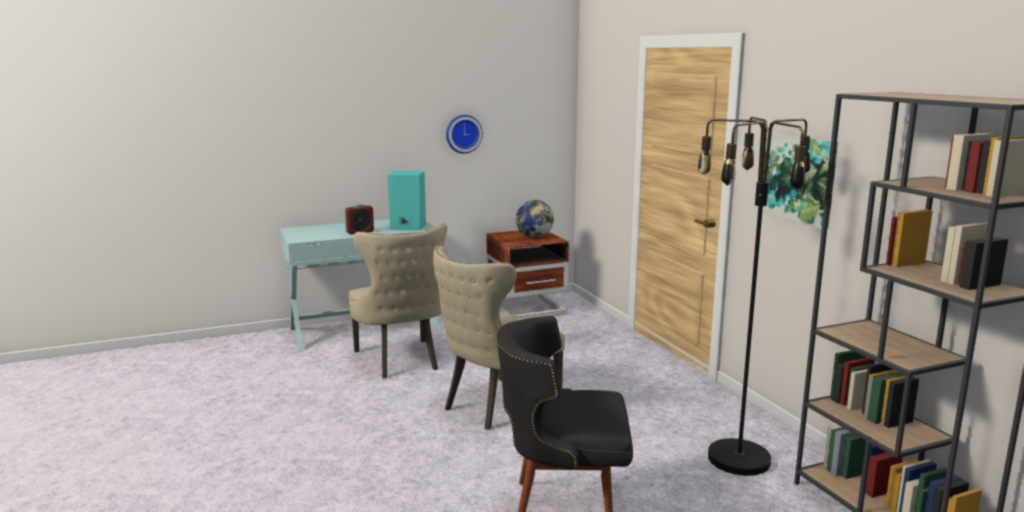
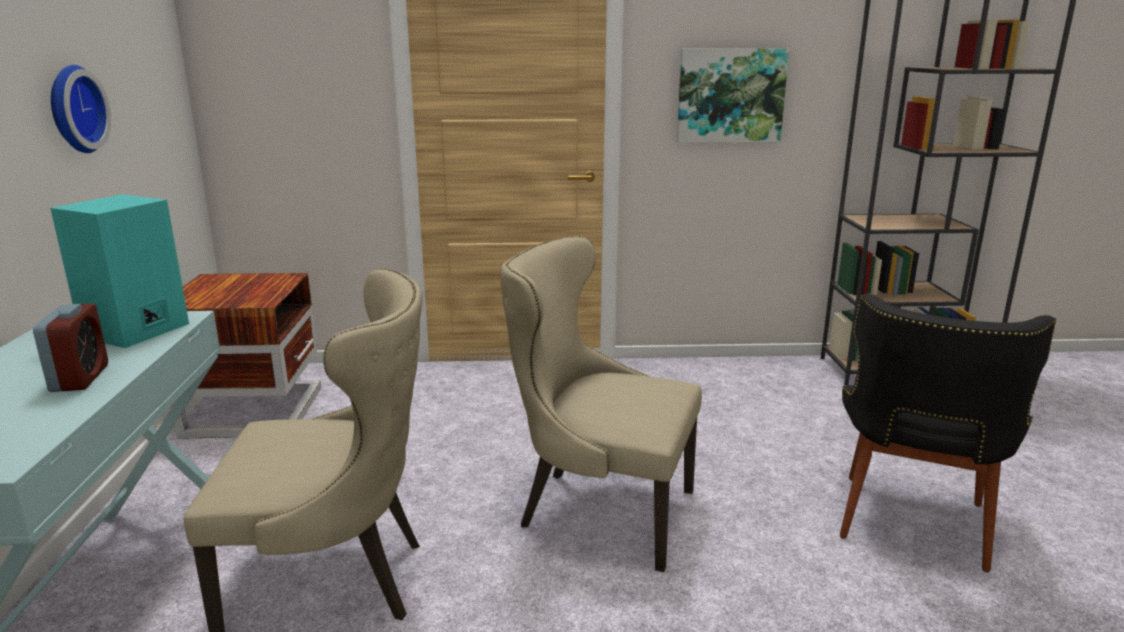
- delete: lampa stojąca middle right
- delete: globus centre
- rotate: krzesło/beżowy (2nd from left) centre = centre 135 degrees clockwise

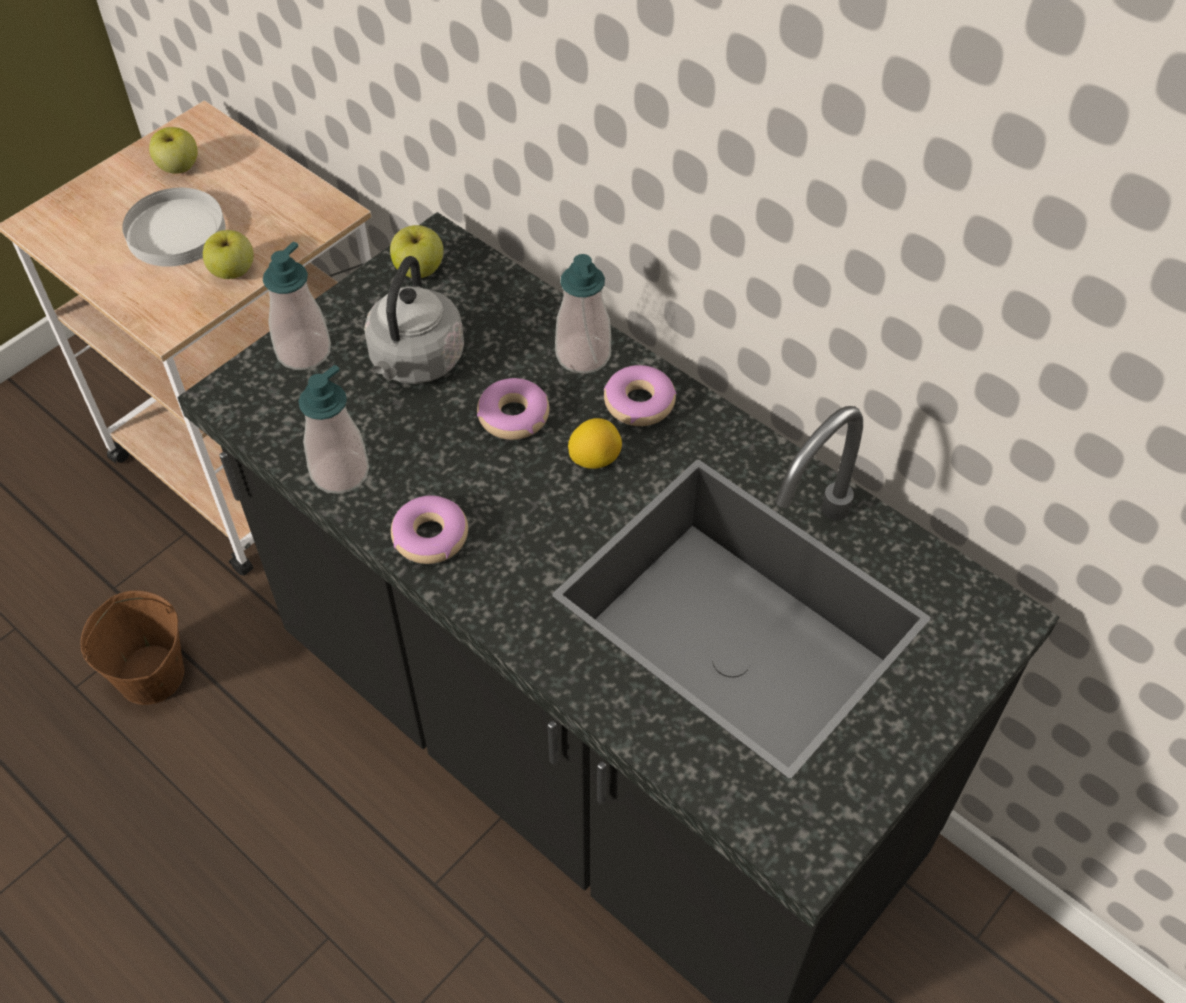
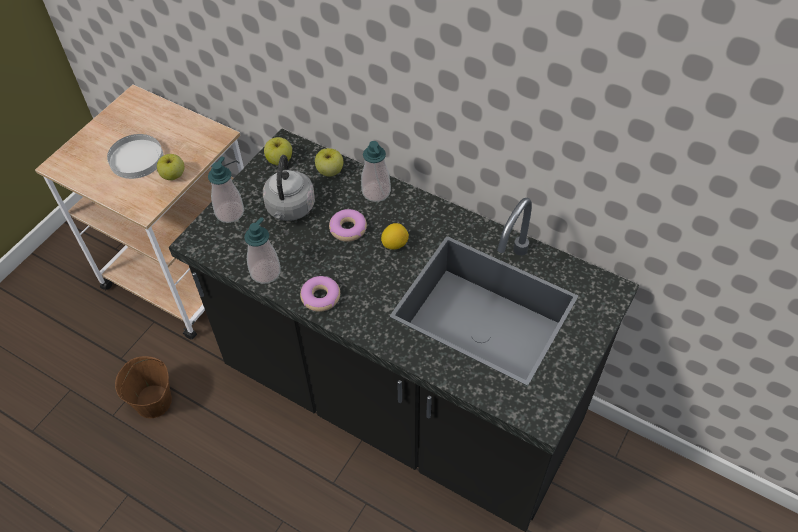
- move: jabłko (1st from left in the first image) top left to jabłko (3rd from left) top centre
- delete: donut (3rd from left) centre

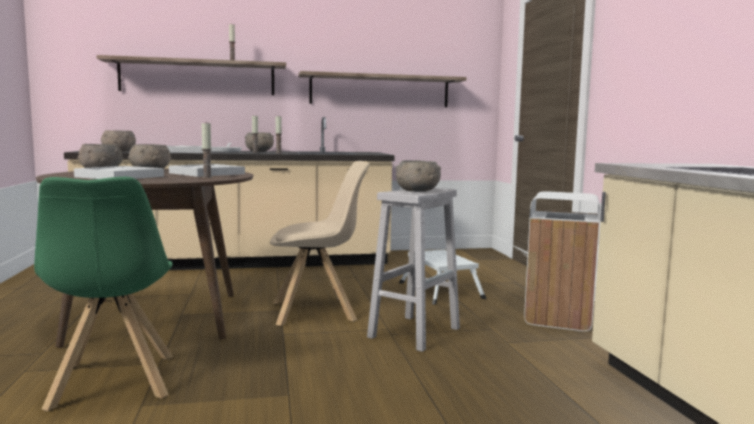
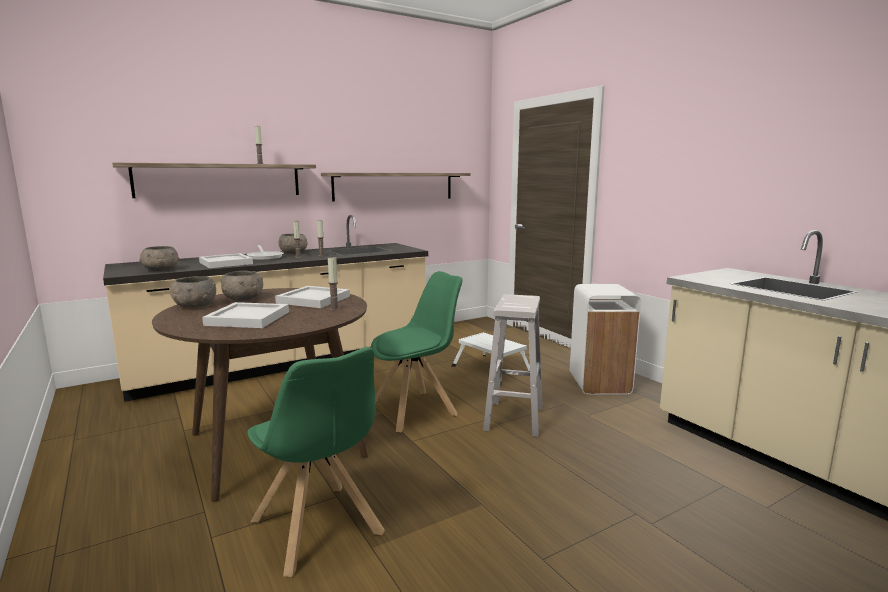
- delete: miska/szary (5th from left) centre
- recolor: krzesło/beżowy centre to krzesło/zielony (2nd from left) centre

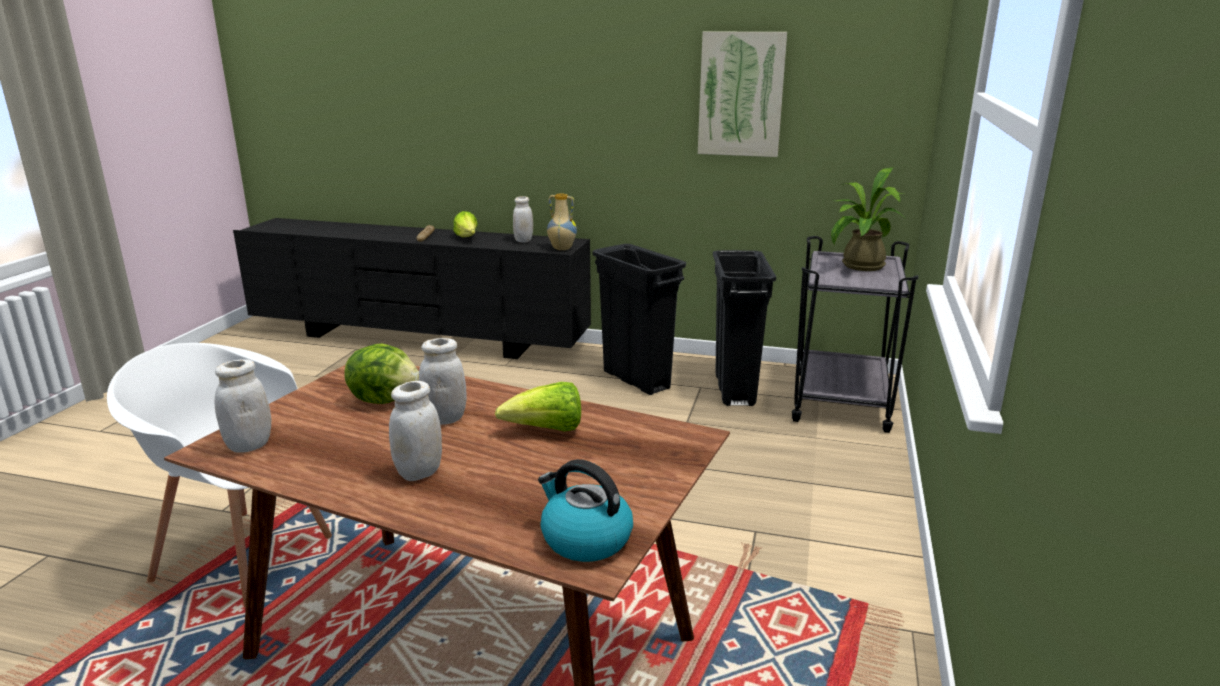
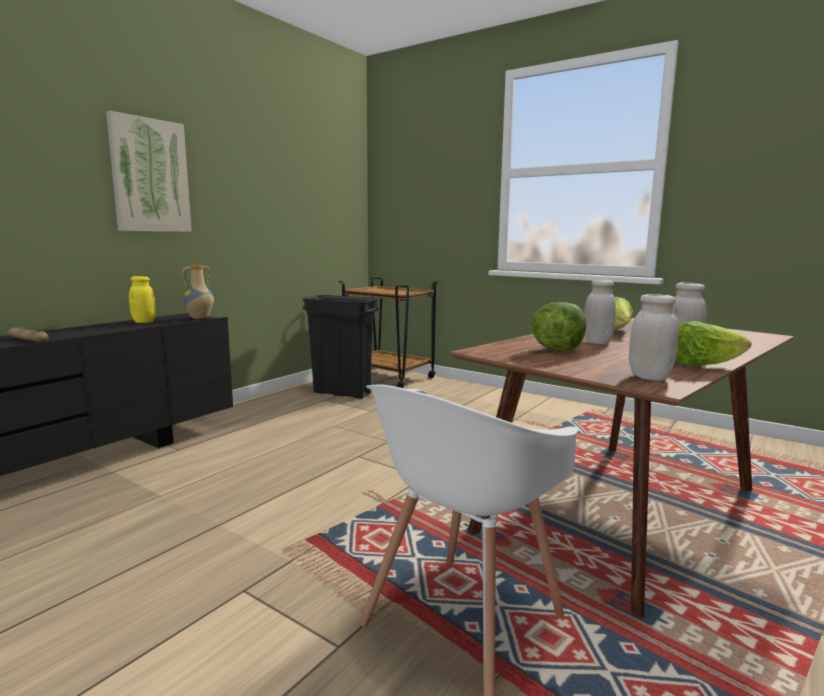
- move: obraz top centre to top left
- delete: roślina doniczkowa top right
- recolor: słoik/biały (4th from left) top centre to słoik/żółty middle left
- move: sałata (2nd from left in the first image) top centre to sałata (3rd from left) middle right
- recolor: wózek/szary middle right to wózek/brązowy centre
- delete: kosz na śmieci/czarny (1st from left) centre
- delete: czajnik bottom centre

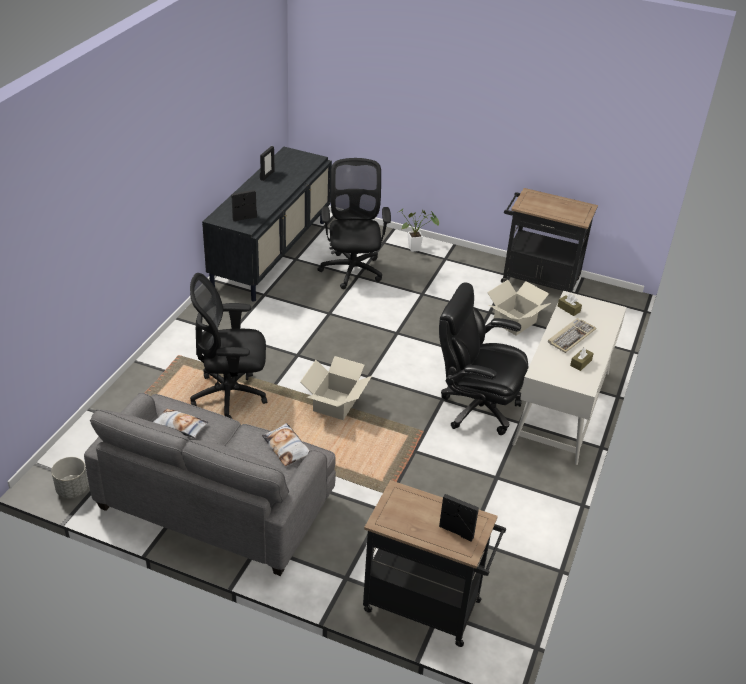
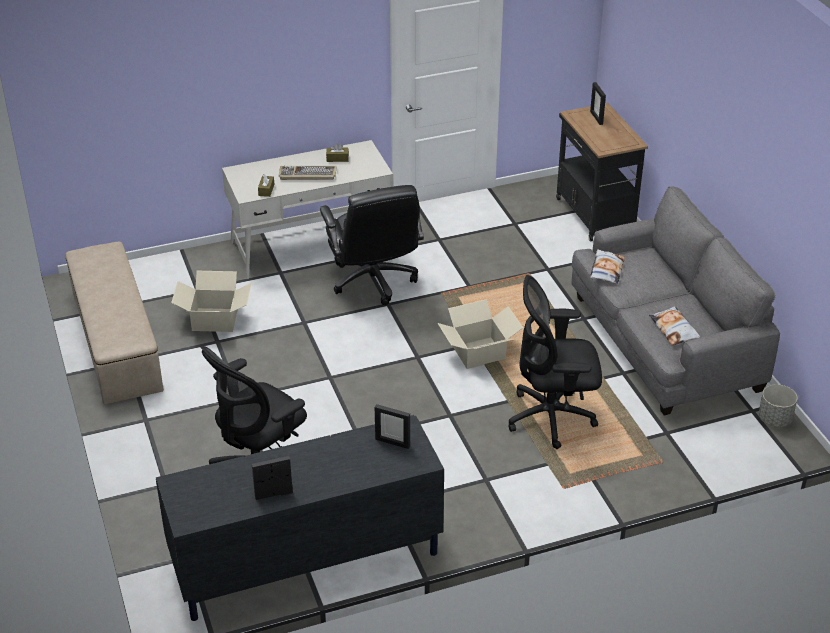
- replace: wózek/czarny (2nd from left) middle right to ławka/beżowy middle left
- delete: roślina doniczkowa centre
- rotate: krzesło biurowe/czarny (1st from left in the first image) middle left = middle right 135 degrees clockwise

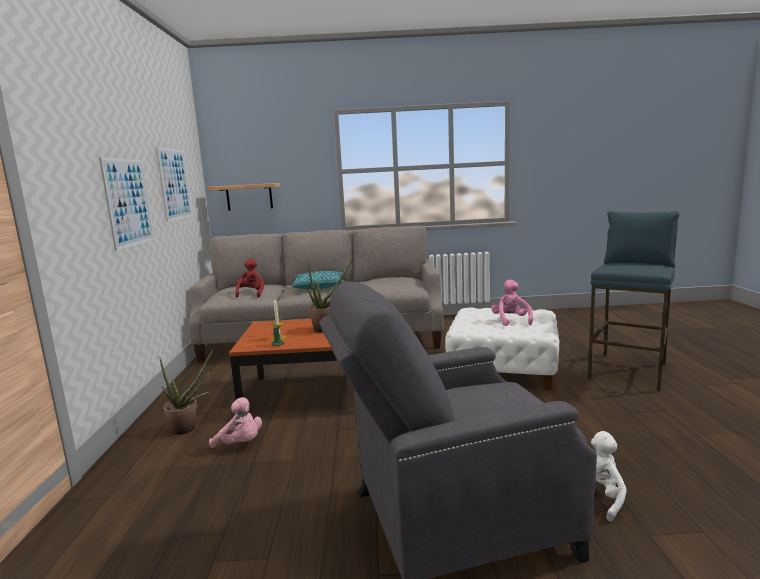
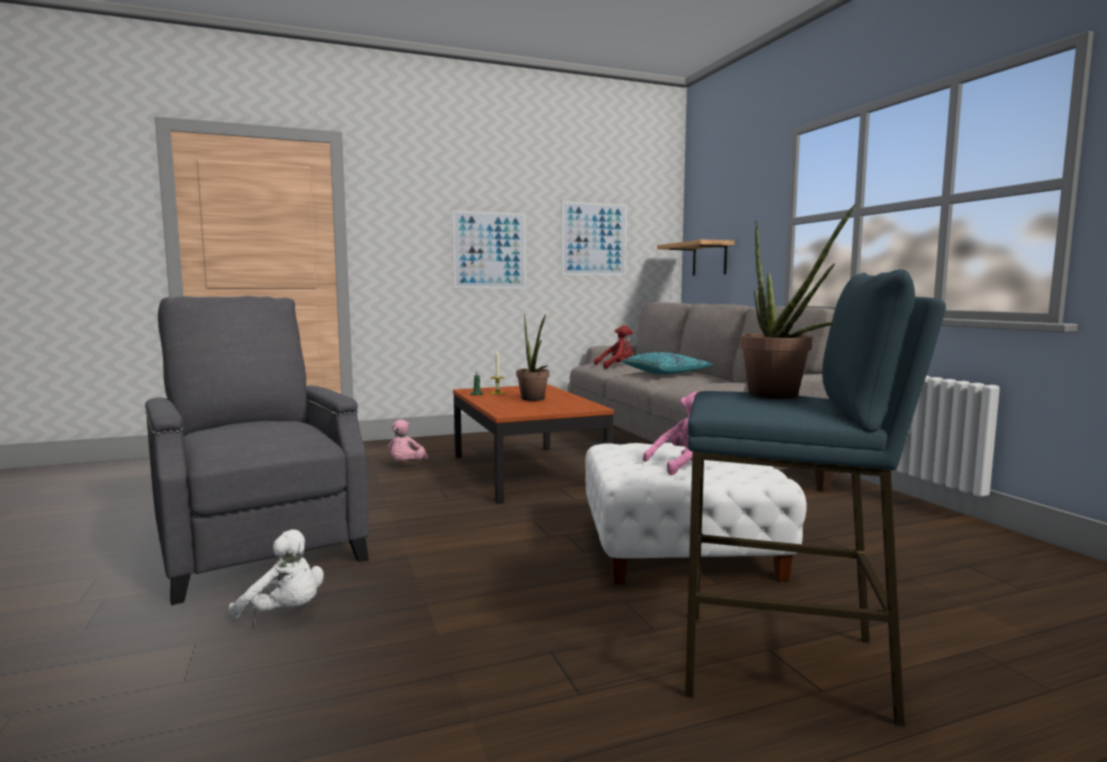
- move: roślina doniczkowa (1st from left in the first image) bottom left to roślina doniczkowa (2nd from left) middle right

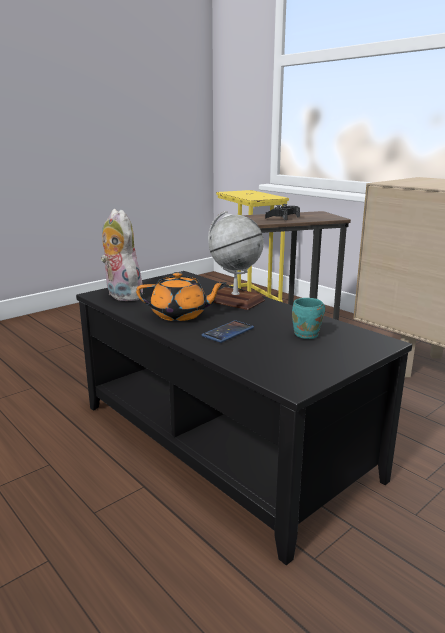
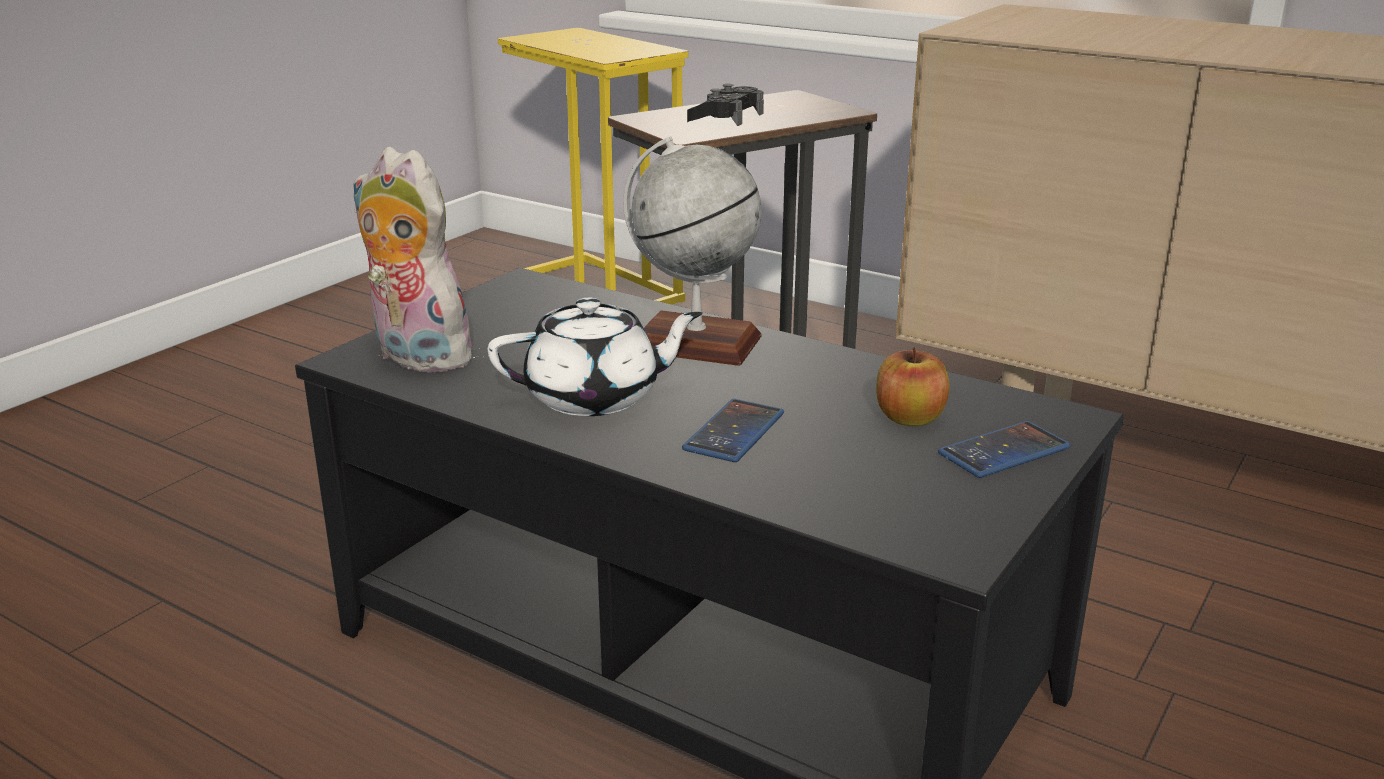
- recolor: imbryk/pomarańczowy centre to imbryk/biały centre
- replace: kubek/turkusowy middle right to jabłko centre
- insert: telefon (2nd from left) middle right

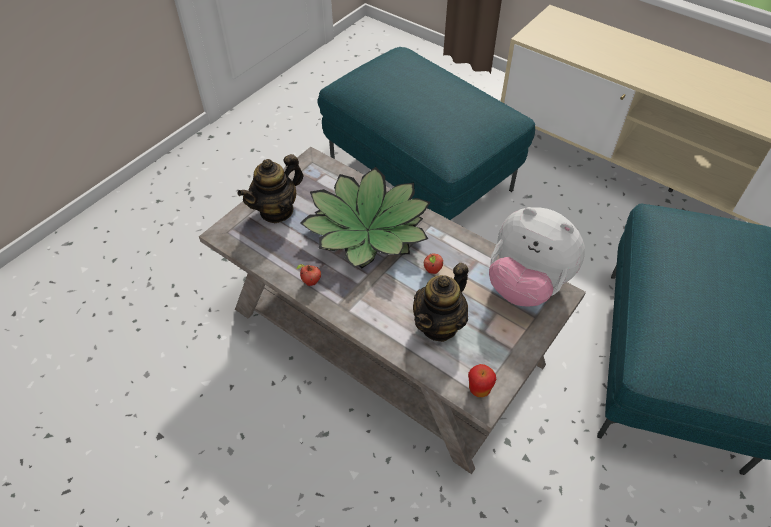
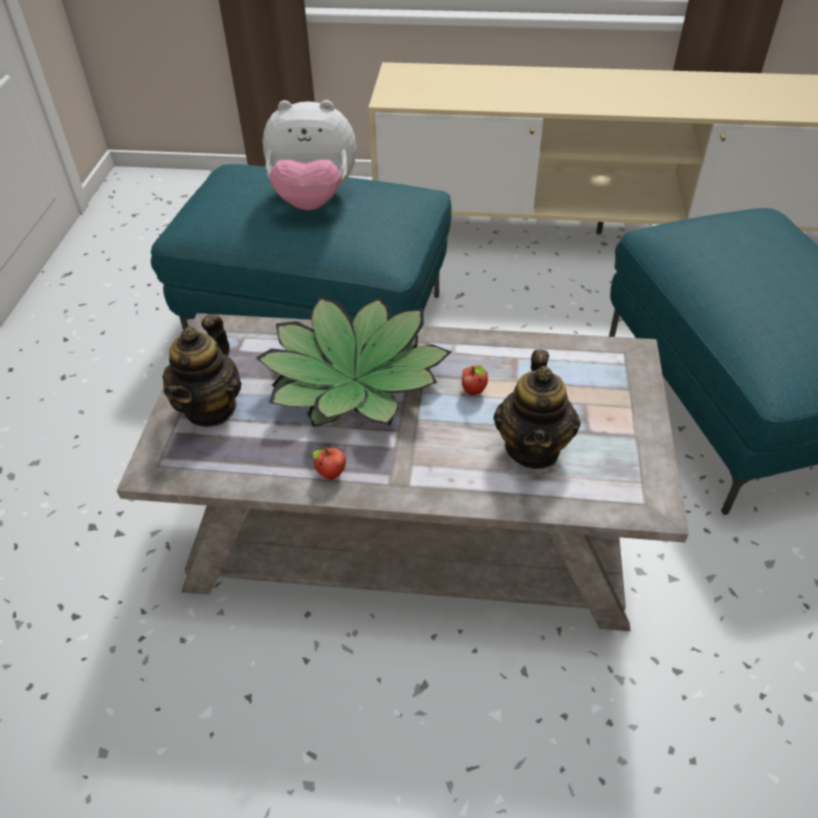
- move: pluszak middle right to top centre
- delete: jabłko (3rd from left) bottom centre

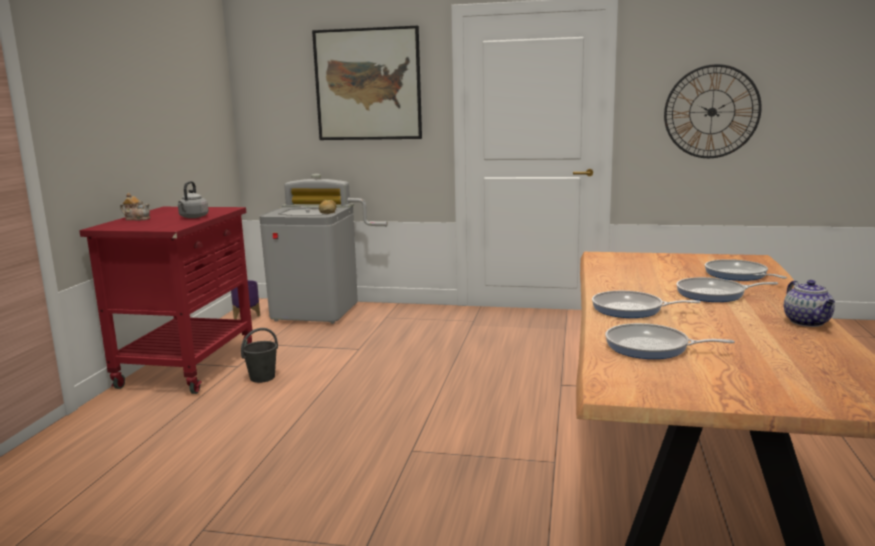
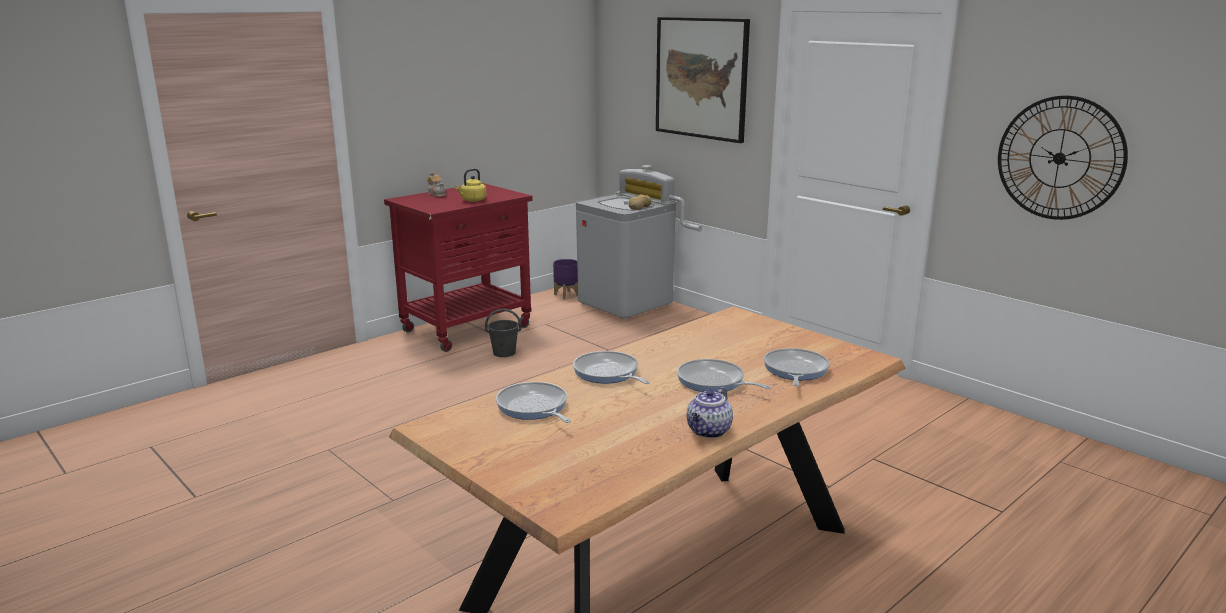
- recolor: czajnik/szary middle left to czajnik/żółty top centre

